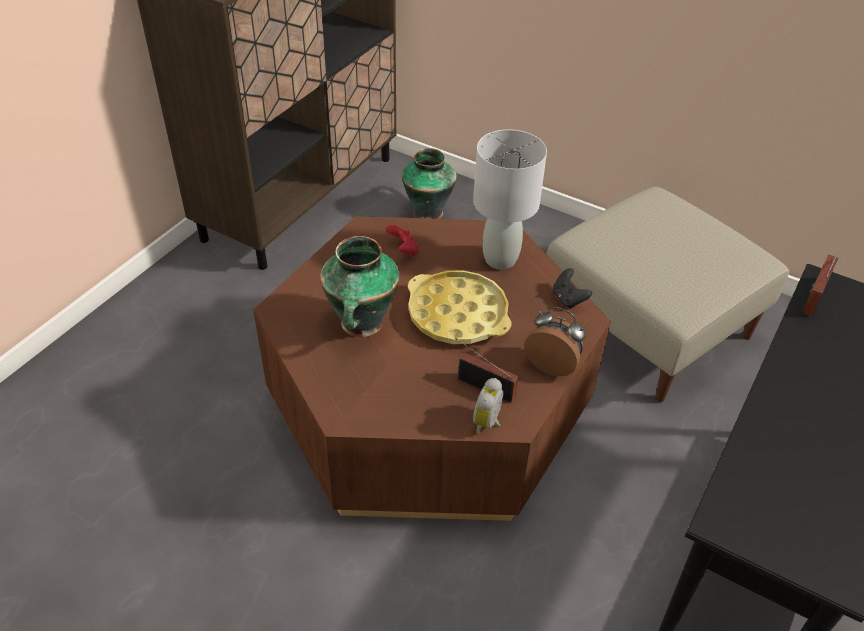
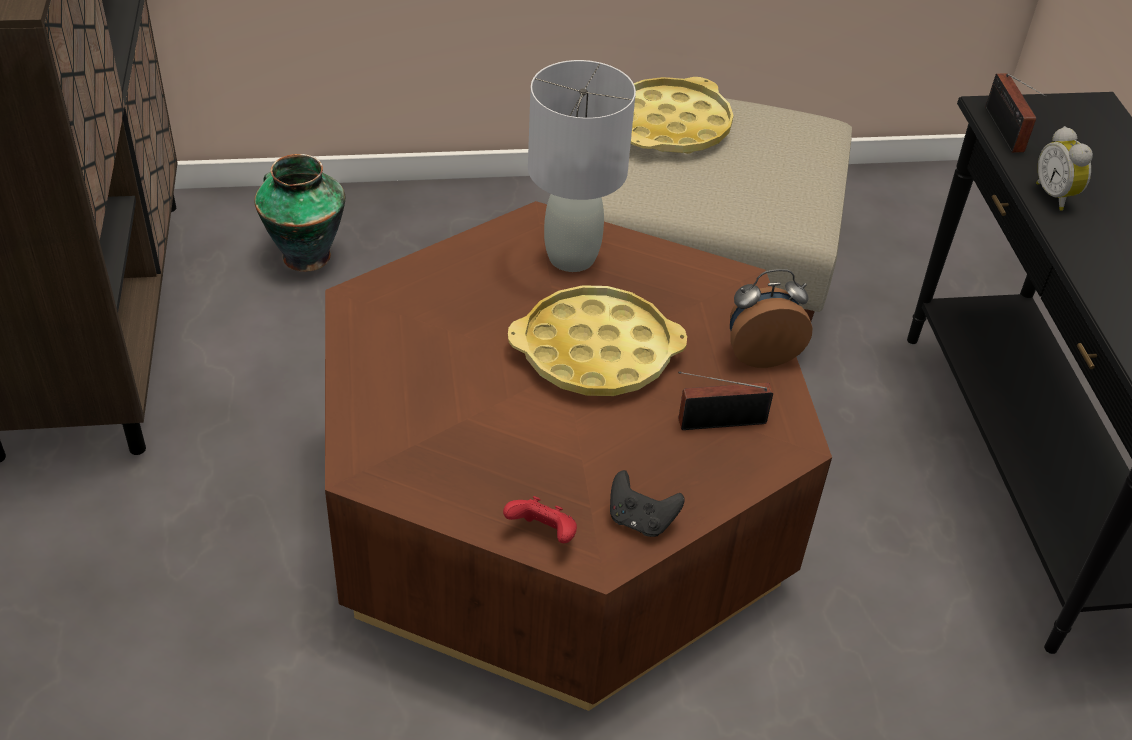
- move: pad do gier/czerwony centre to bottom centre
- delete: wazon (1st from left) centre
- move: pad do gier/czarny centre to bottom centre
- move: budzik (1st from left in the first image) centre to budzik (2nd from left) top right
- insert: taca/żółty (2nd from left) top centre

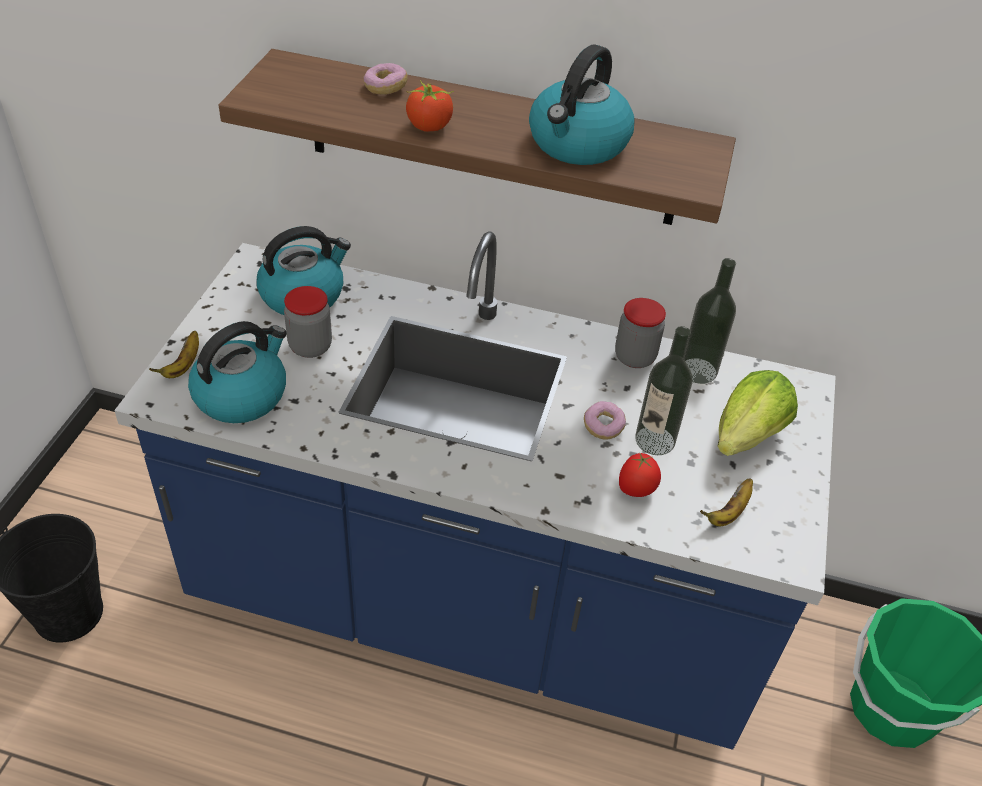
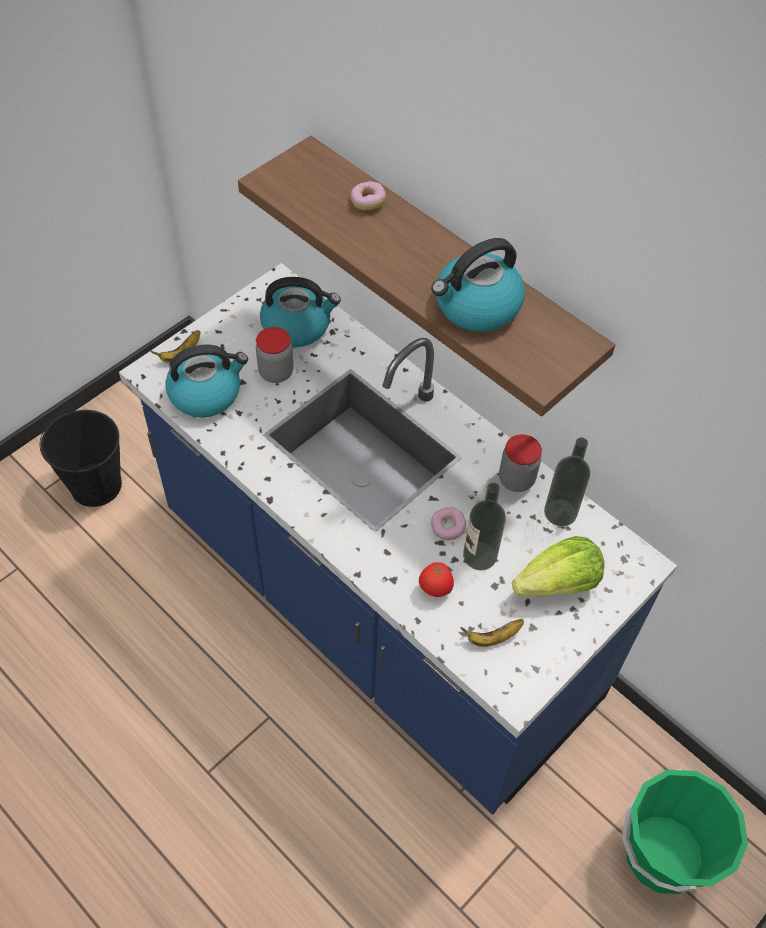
- delete: pomidor (1st from left) top centre

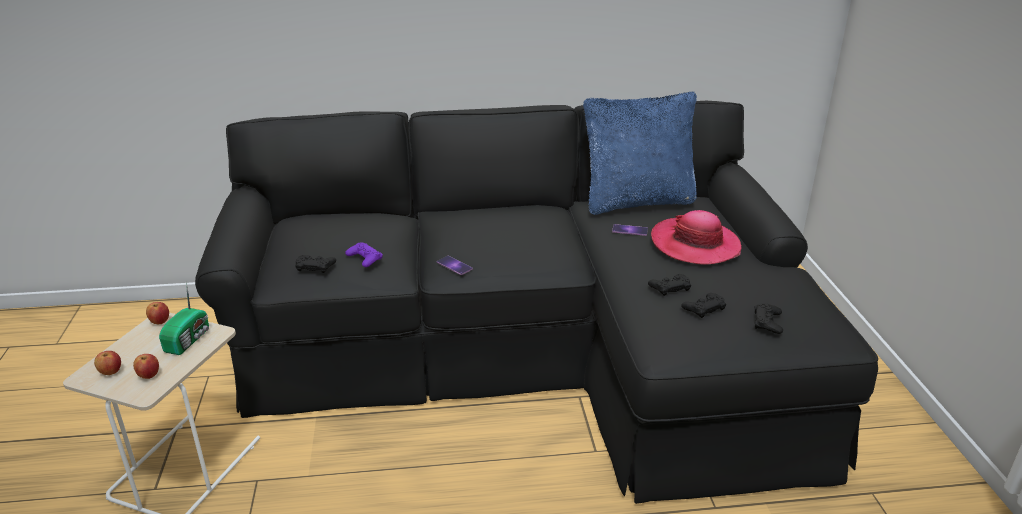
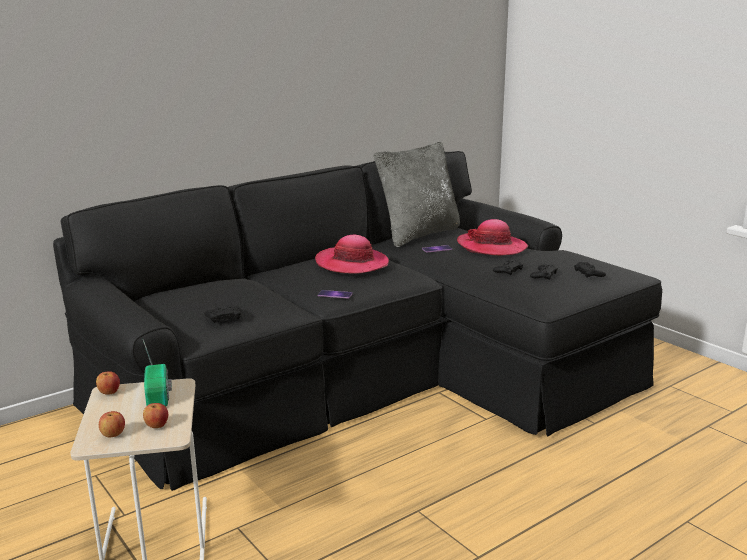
- recolor: poduszka/niebieski top centre to poduszka/szary centre
- delete: pad do gier/fioletowy centre
- insert: kapelusz (1st from left) centre

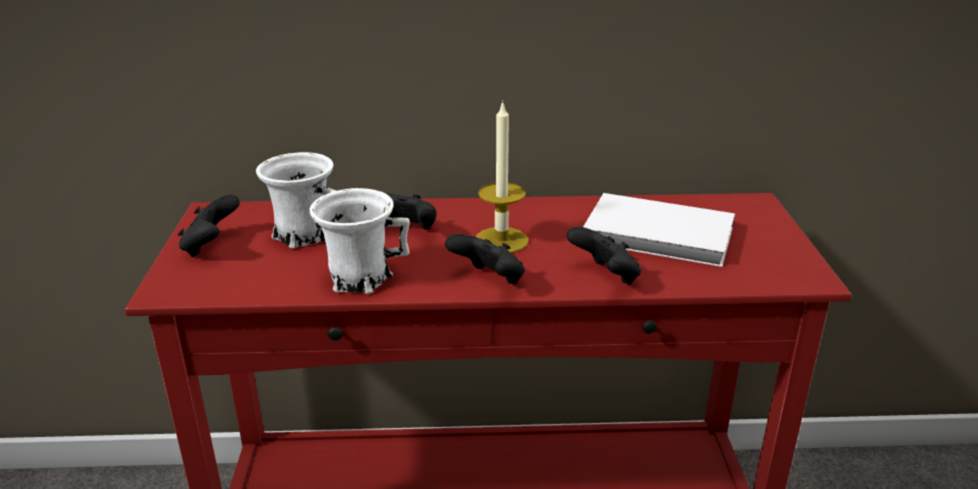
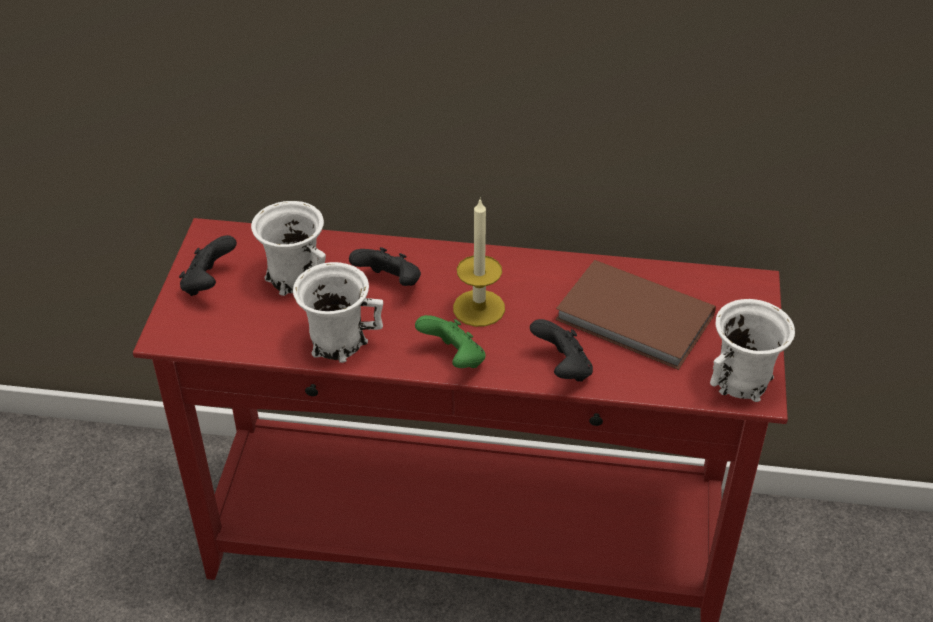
- recolor: książka/biały middle right to książka/brązowy middle right
- recolor: pad do gier/czarny (3rd from left) centre to pad do gier/zielony centre
- insert: kubek/biały (3rd from left) middle right

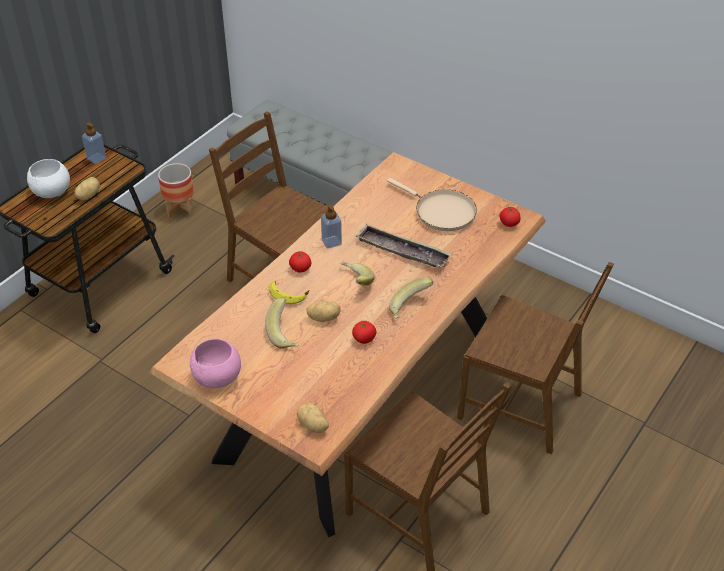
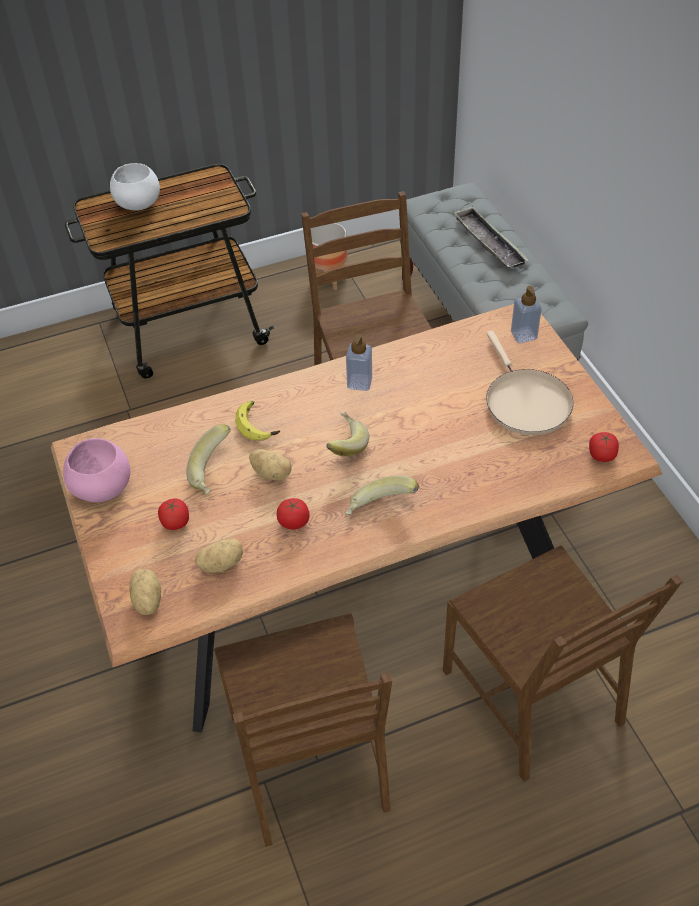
- move: dozownik mydła (1st from left in the first image) top left to dozownik mydła (2nd from left) middle right
- move: ziemniak (1st from left in the first image) top left to ziemniak (2nd from left) middle left
- move: taca centre to top right
- move: pomidor (1st from left) centre to middle left

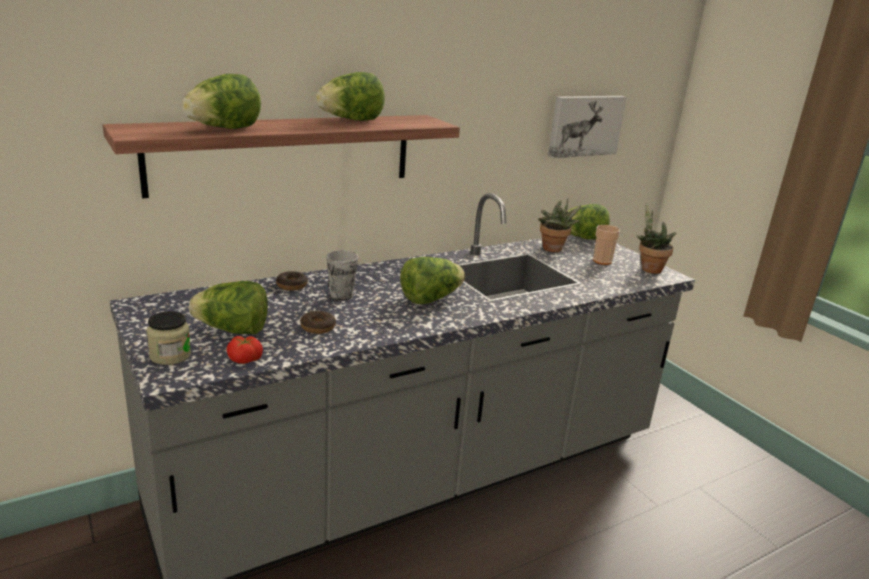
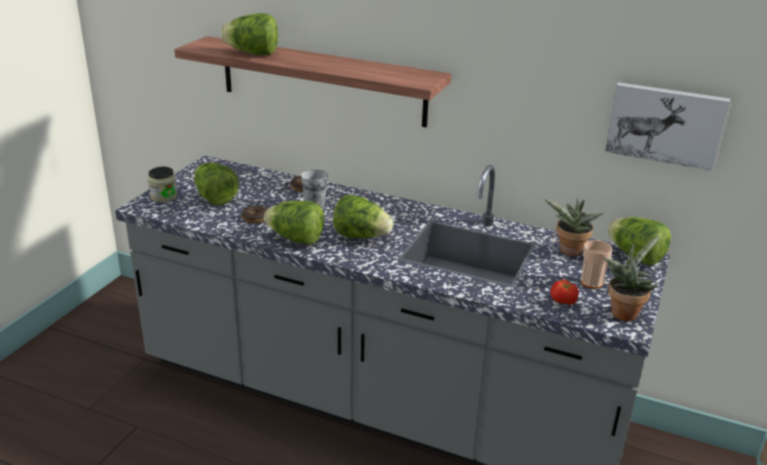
- move: sałata (3rd from left) top centre to centre
- move: pomidor middle left to middle right

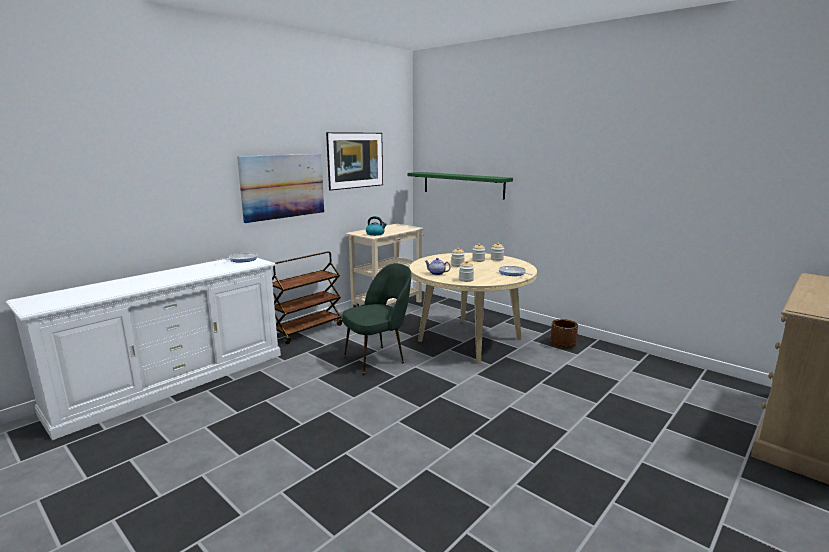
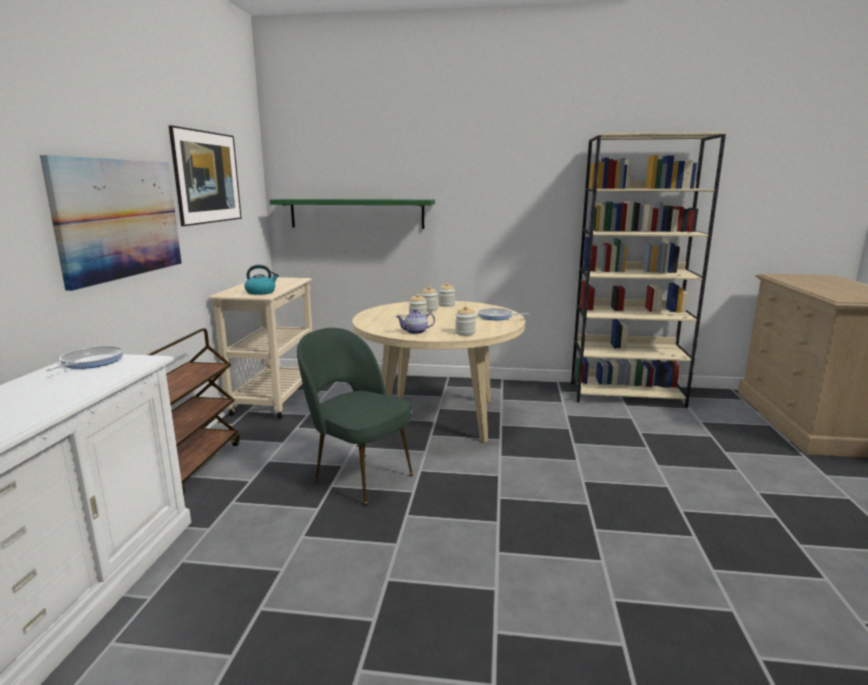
- rotate: krzesło/zielony centre = centre 75 degrees counterclockwise
- delete: donica/brązowy middle right
- insert: regał/beżowy middle right

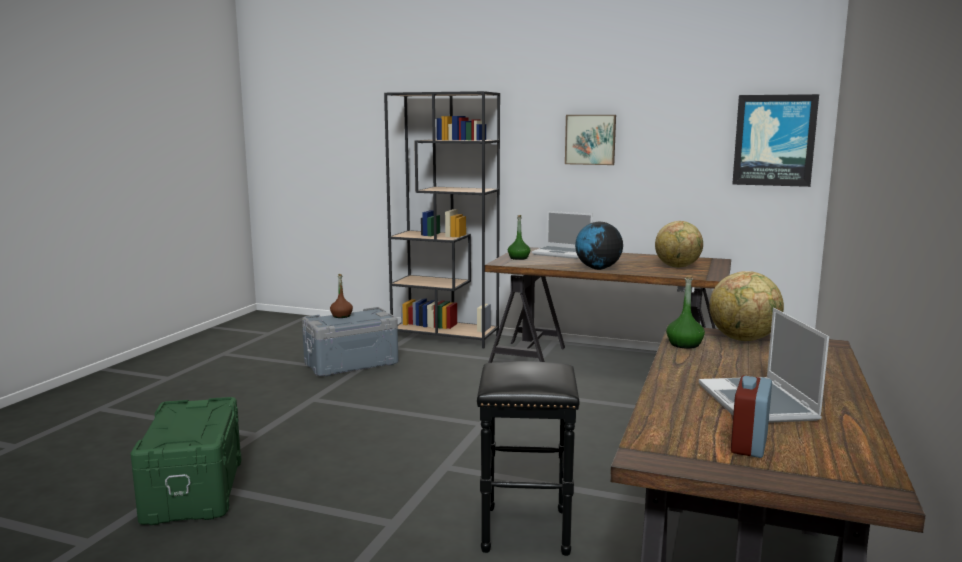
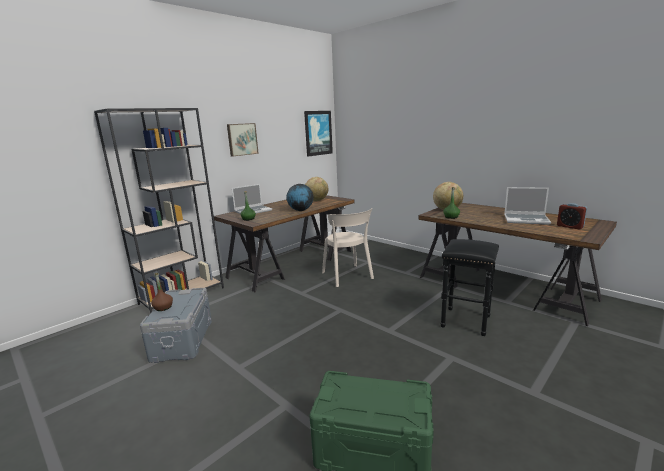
- insert: krzesło/beżowy centre

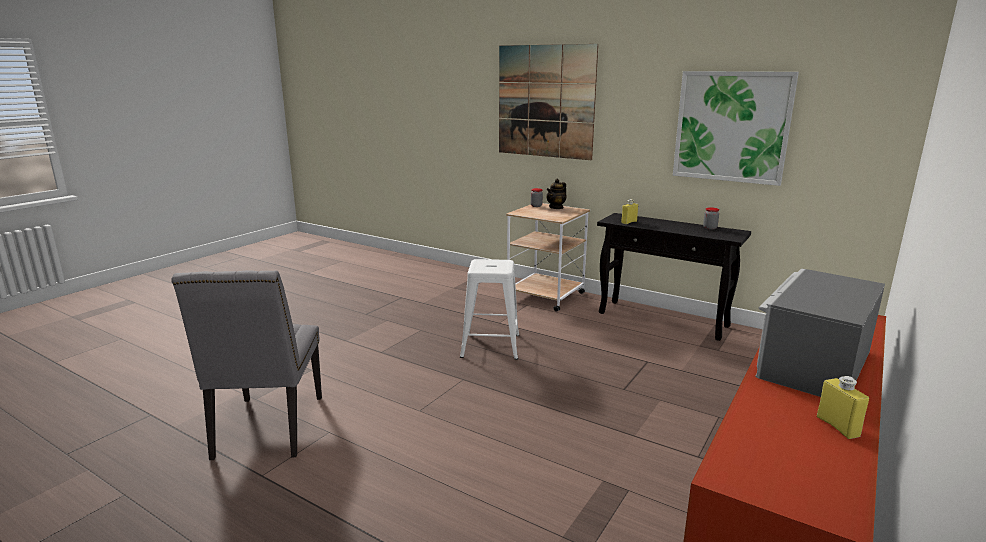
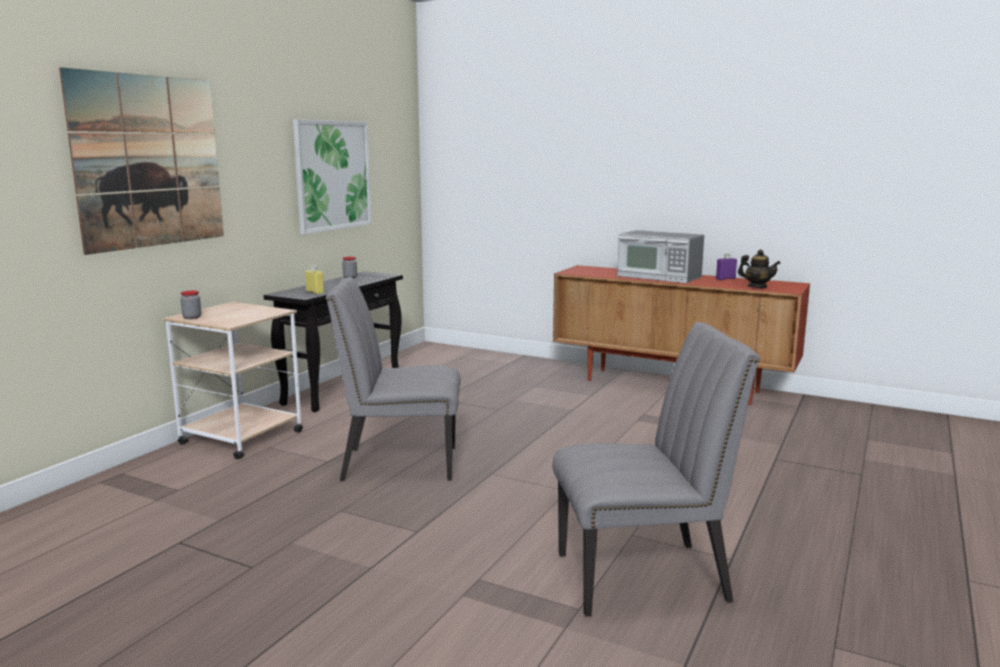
- move: imbryk centre to middle right
- replace: stołek/biały centre to krzesło/szary (1st from left) centre
- recolor: butelka/żółty (2nd from left) bottom right to butelka/fioletowy middle right

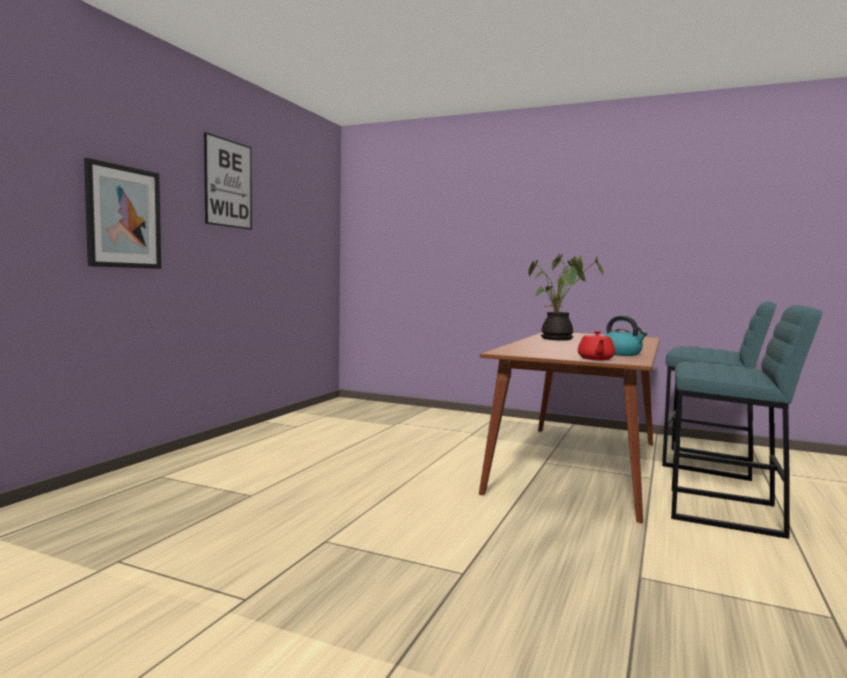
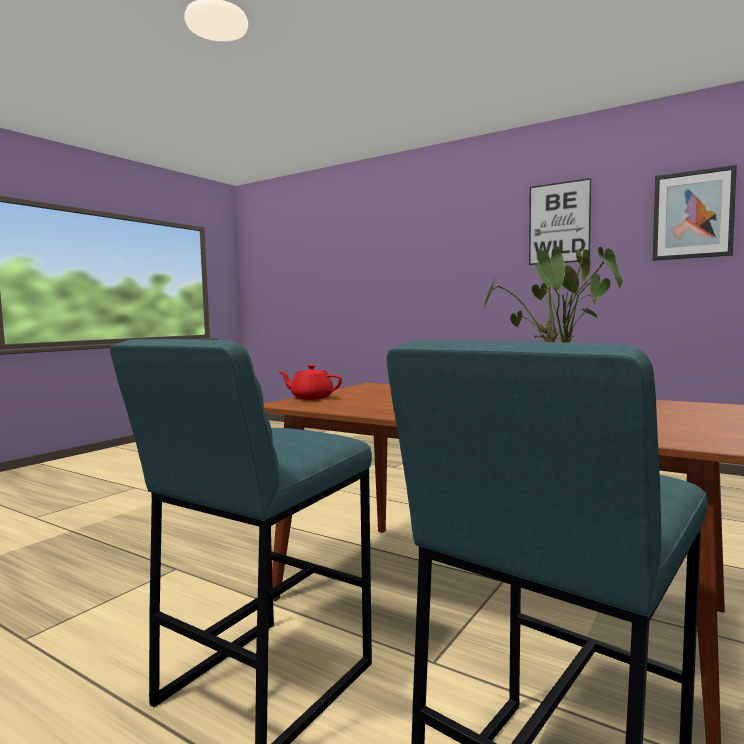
- move: obraz (1st from left in the first image) top left to obraz (2nd from left) top right
- delete: czajnik middle right

